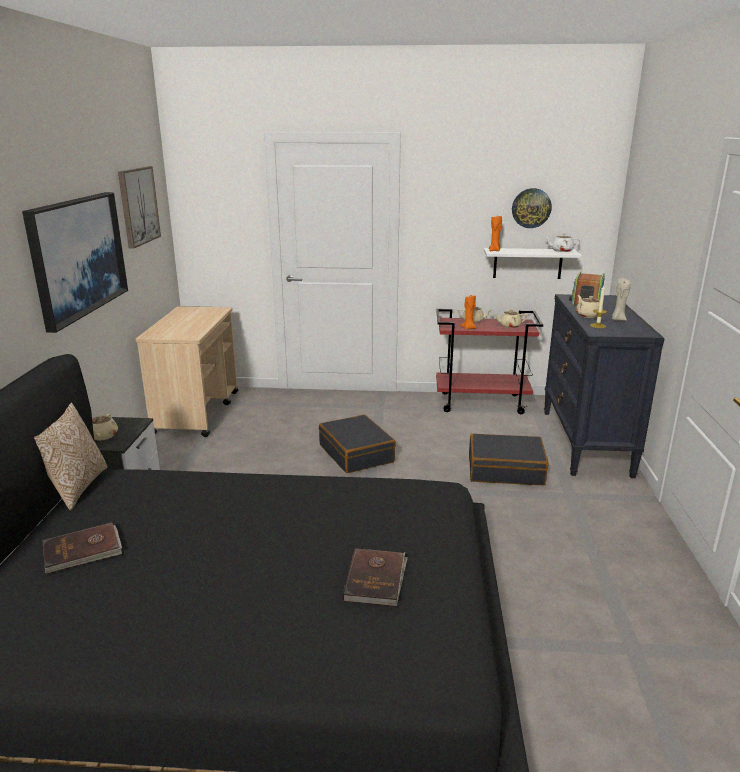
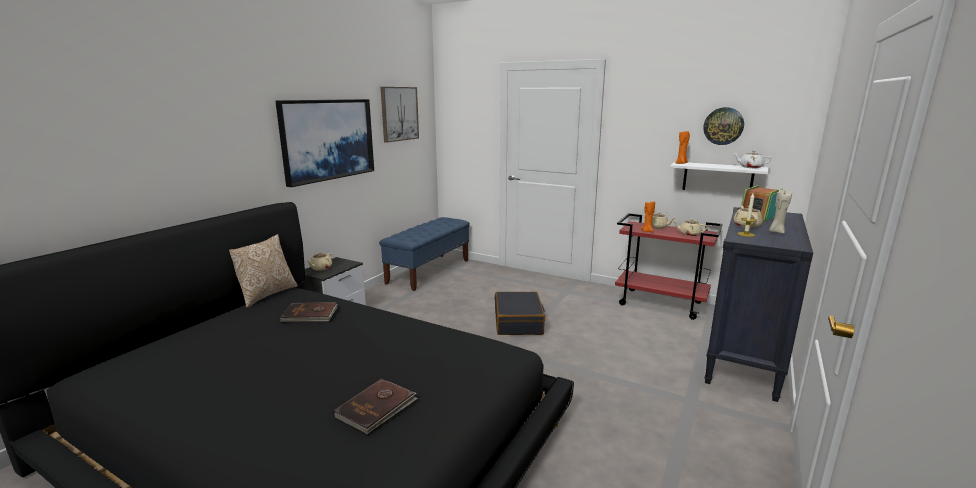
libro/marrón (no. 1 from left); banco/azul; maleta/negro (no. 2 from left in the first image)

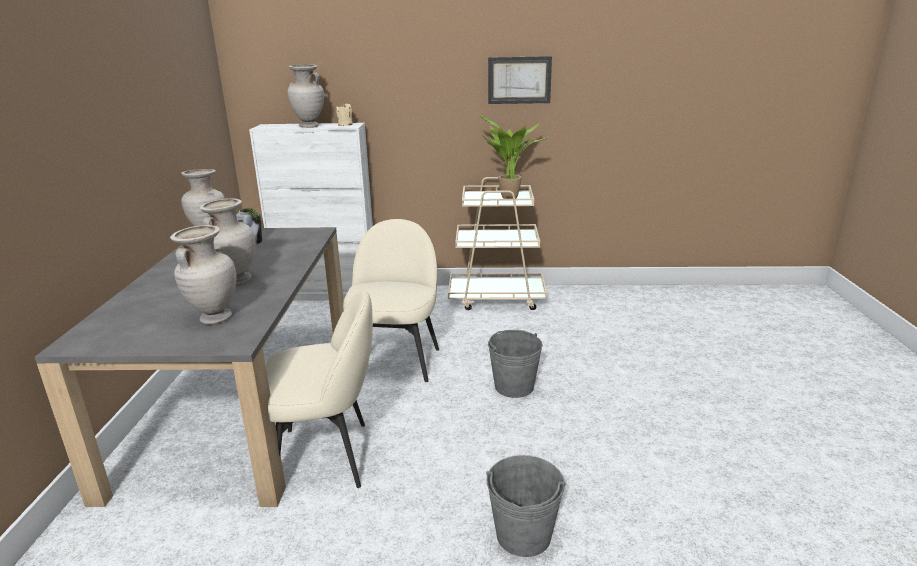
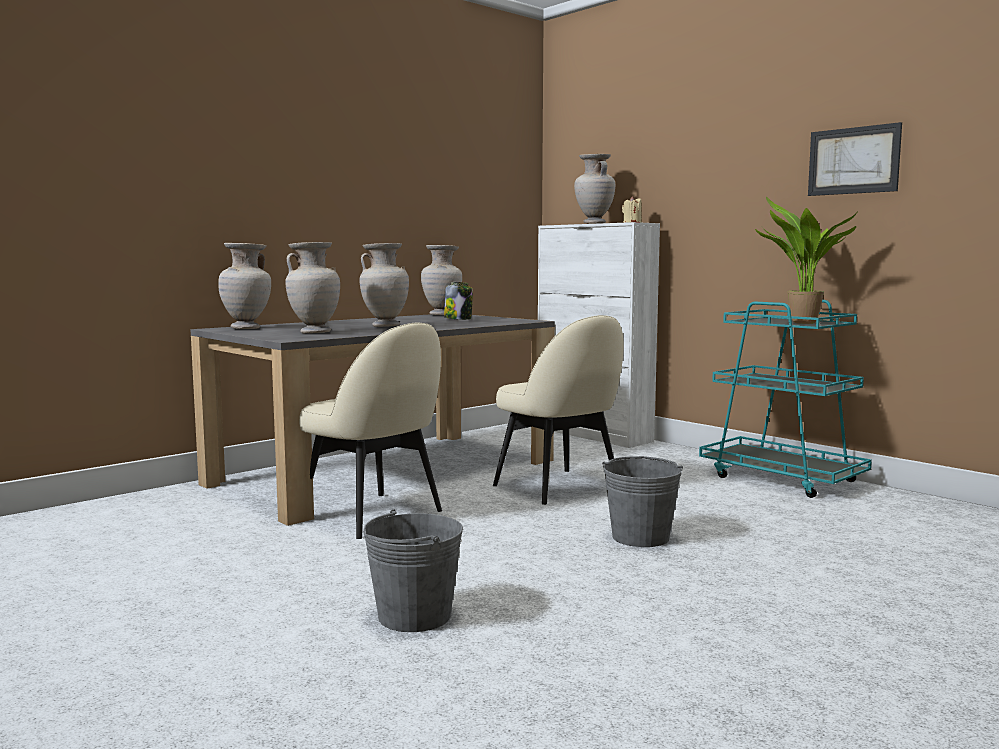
silla/beis (no. 2 from left); carrito/turquesa; florero/beis (no. 1 from left)

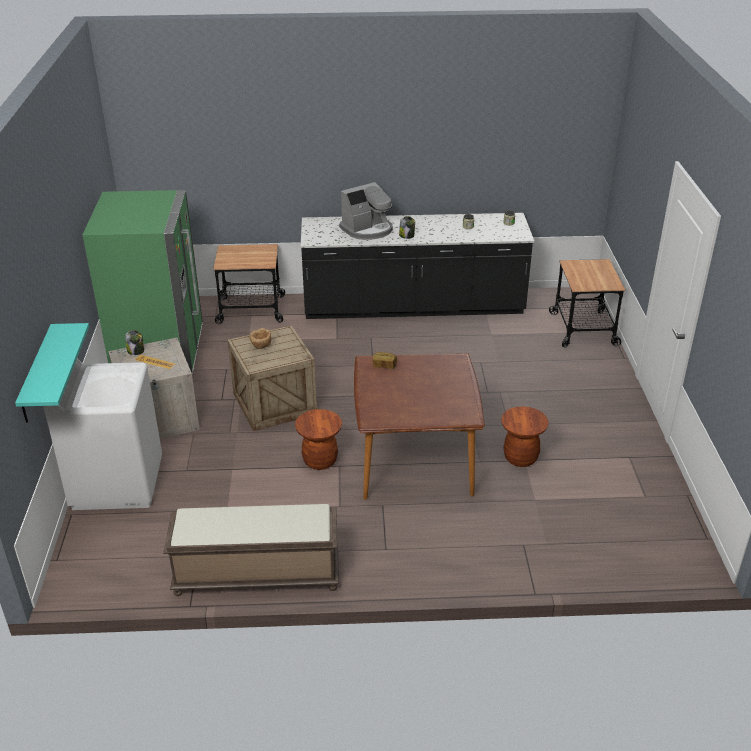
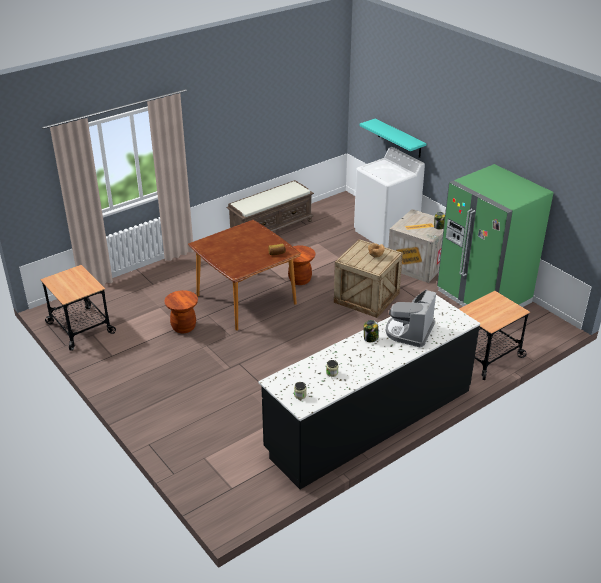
carrito (no. 1 from left)

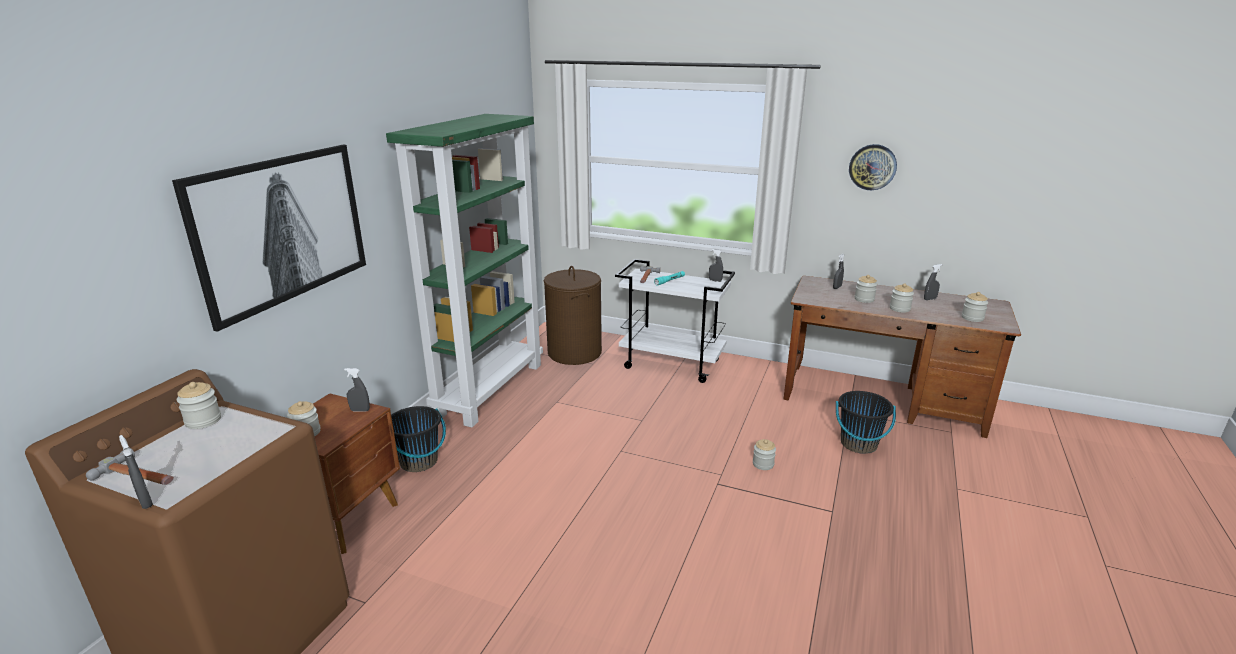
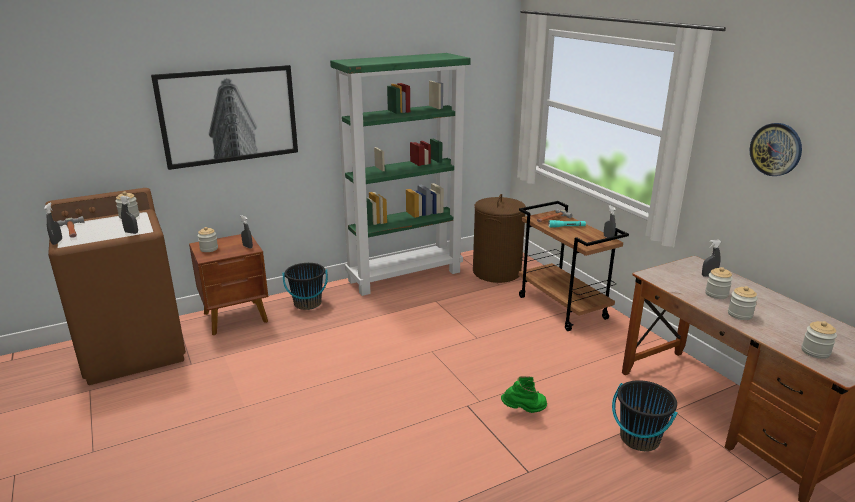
carrito/marrón; bota/verde; pulverizador/gris (no. 2 from left)

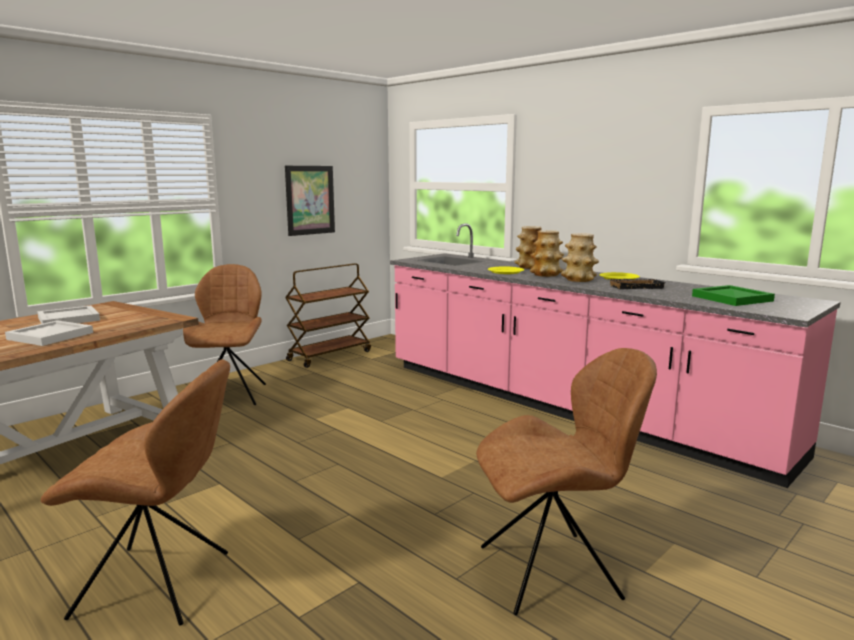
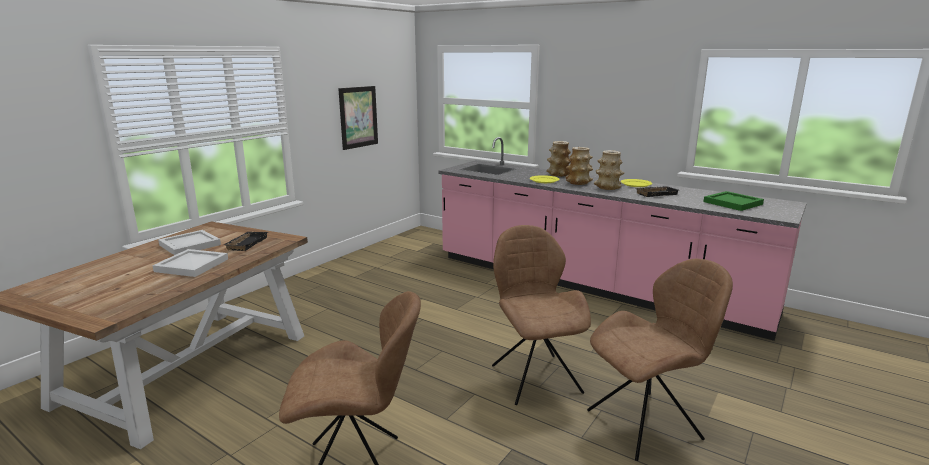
silla/marrón (no. 2 from left); carrito/marrón; bandeja/negro (no. 1 from left)

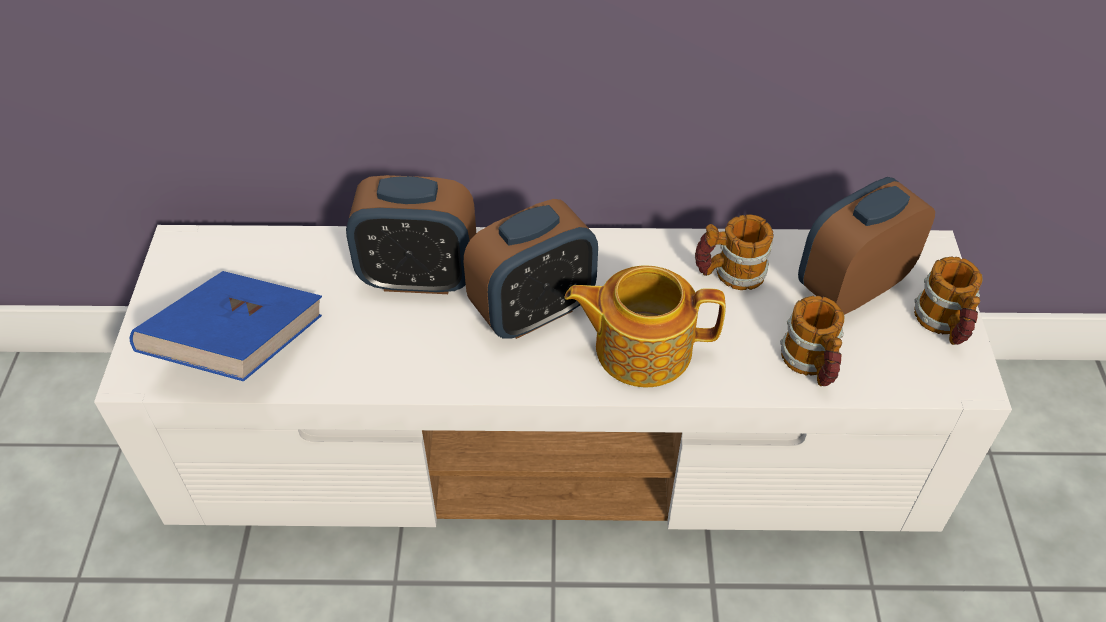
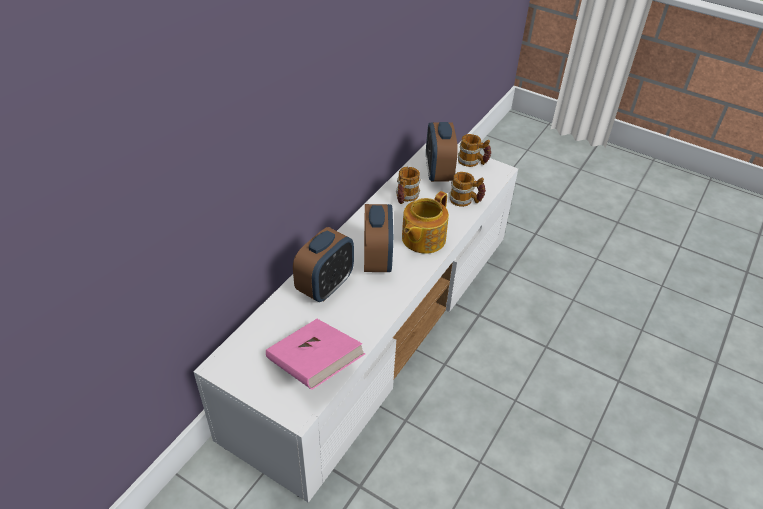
libro/rosa

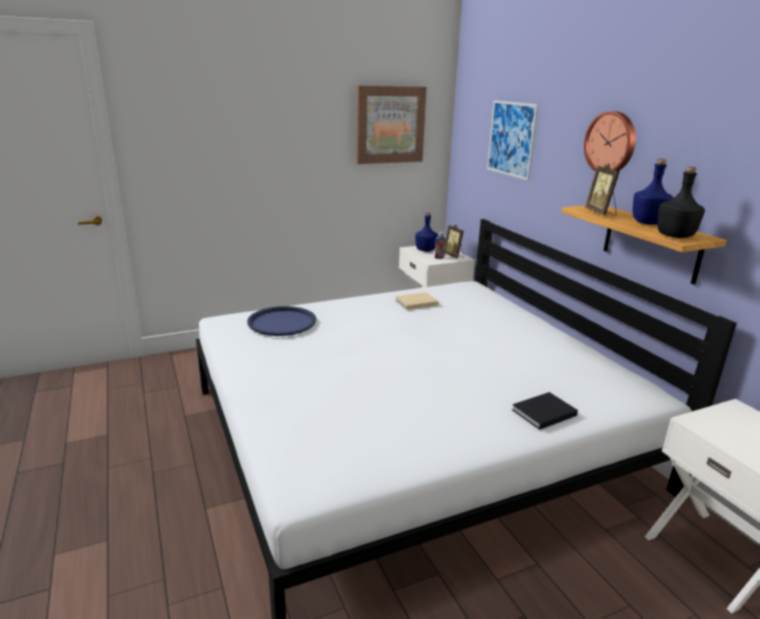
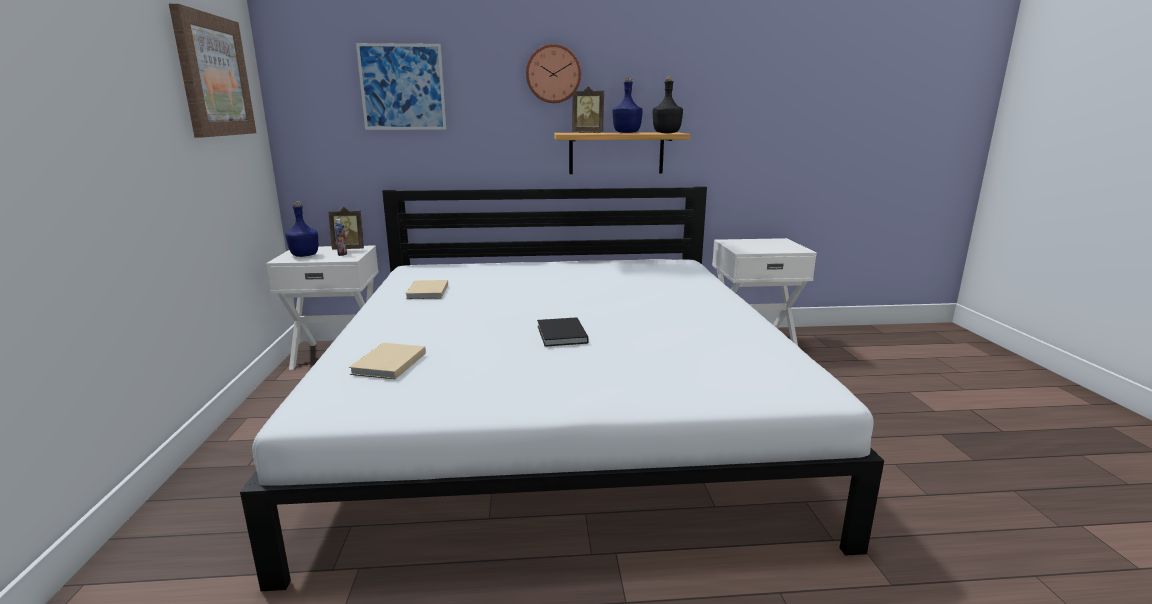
libro/beis (no. 1 from left); libro/negro

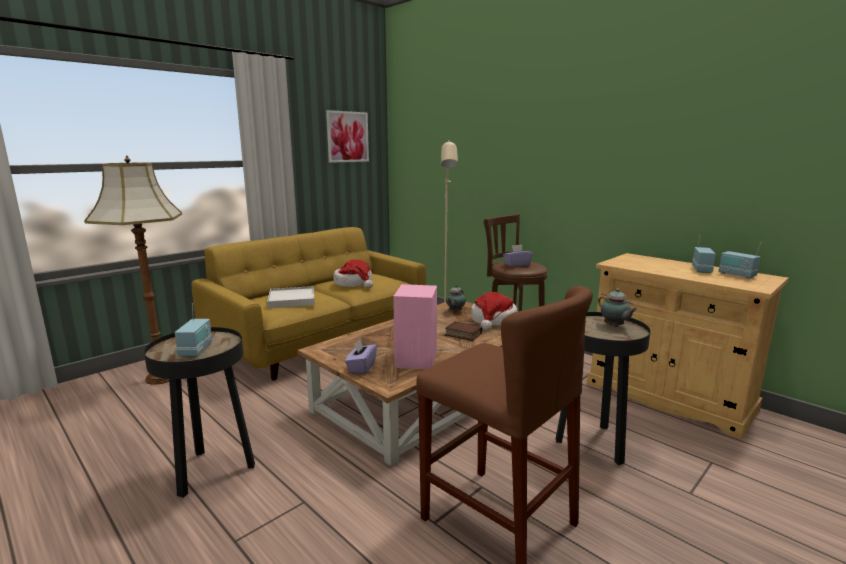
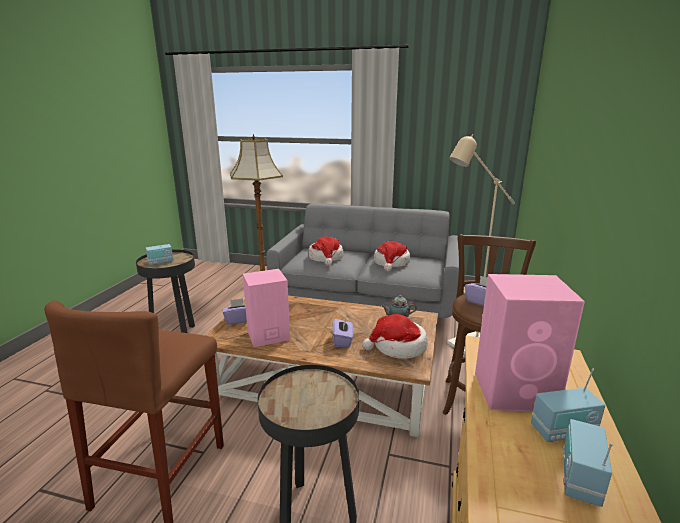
sofá/gris; sombrero (no. 1 from left); cuadro; caja de pañuelos/morado (no. 2 from left); tetera (no. 2 from left in the first image); altavoz/rosa (no. 2 from left)

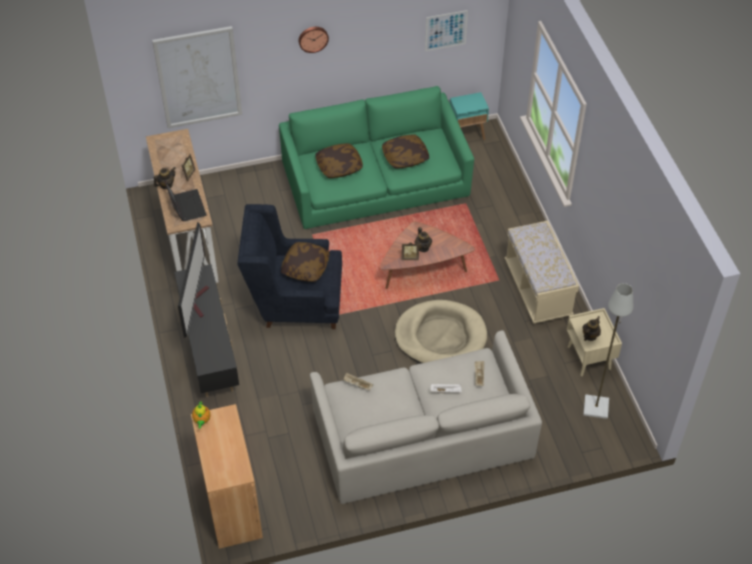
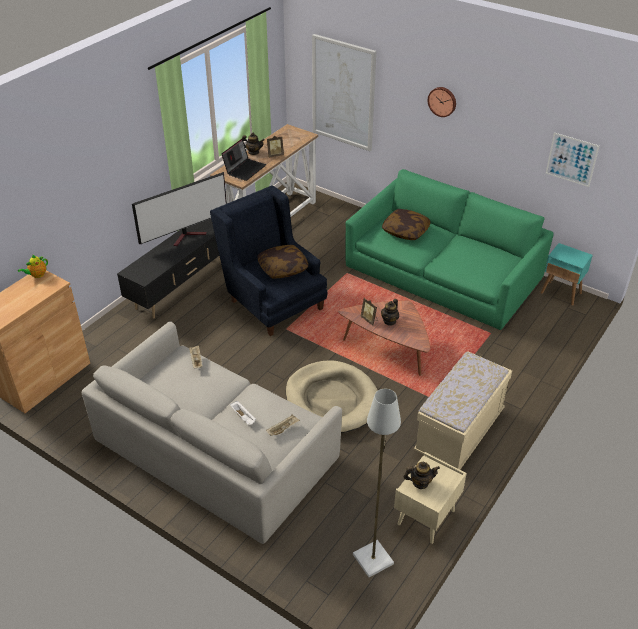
cojín (no. 3 from left in the first image)

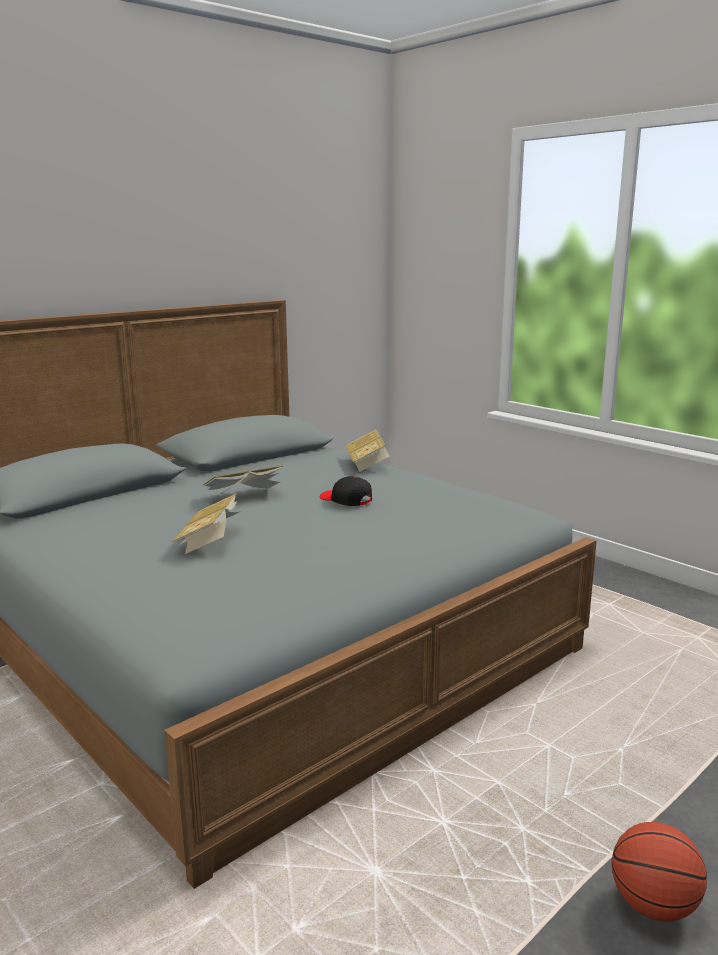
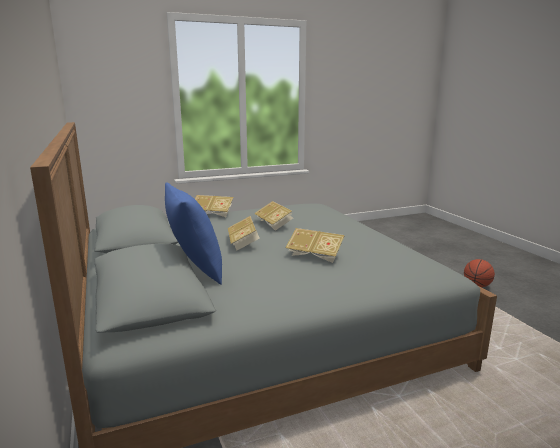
libro (no. 3 from left); cojín/azul

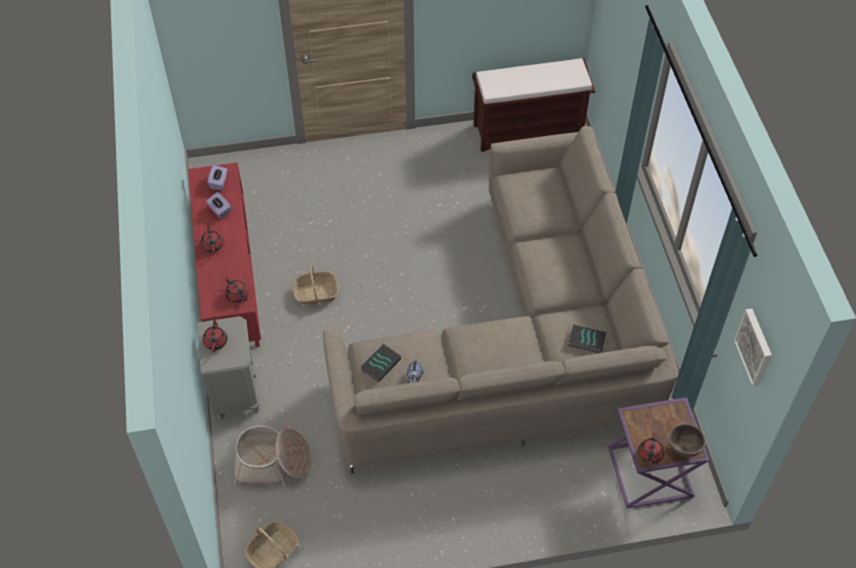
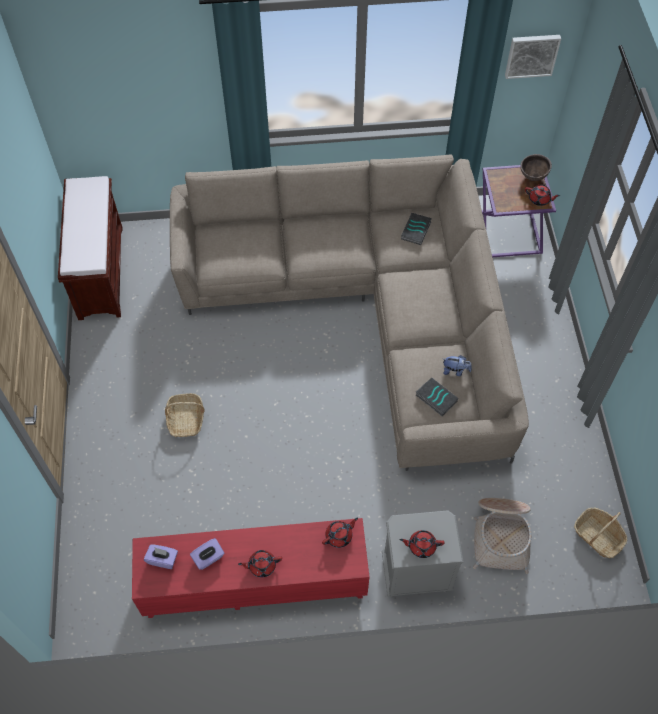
cesta (no. 1 from left)

